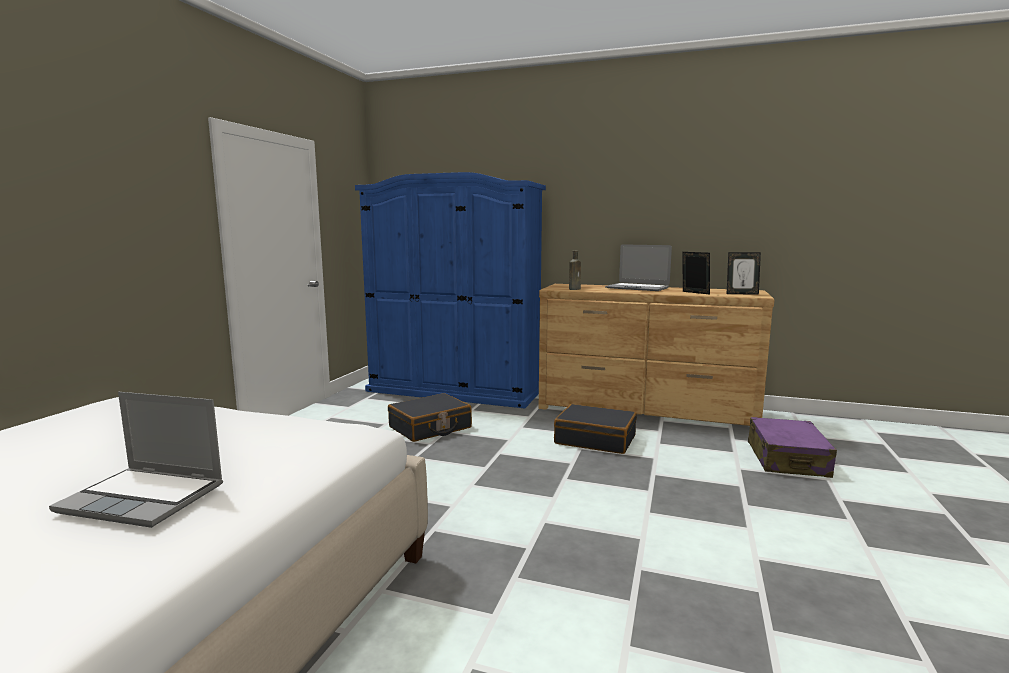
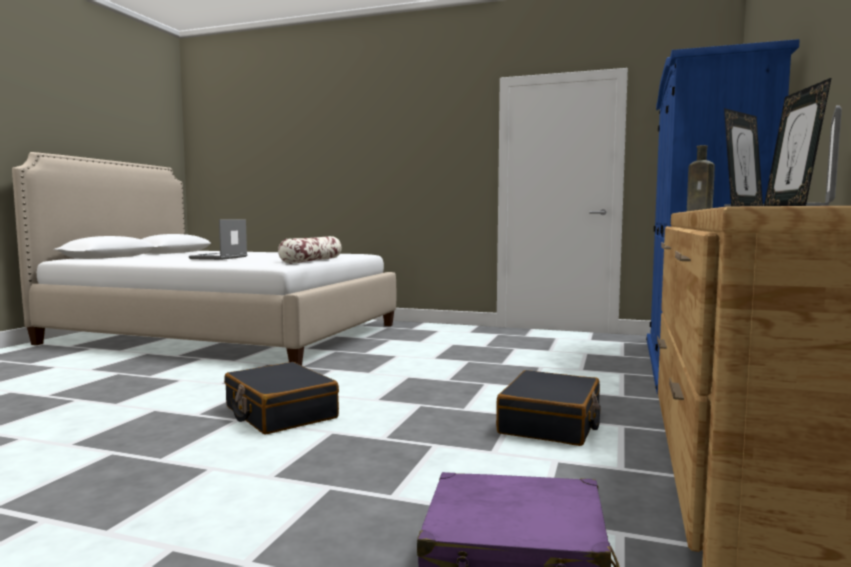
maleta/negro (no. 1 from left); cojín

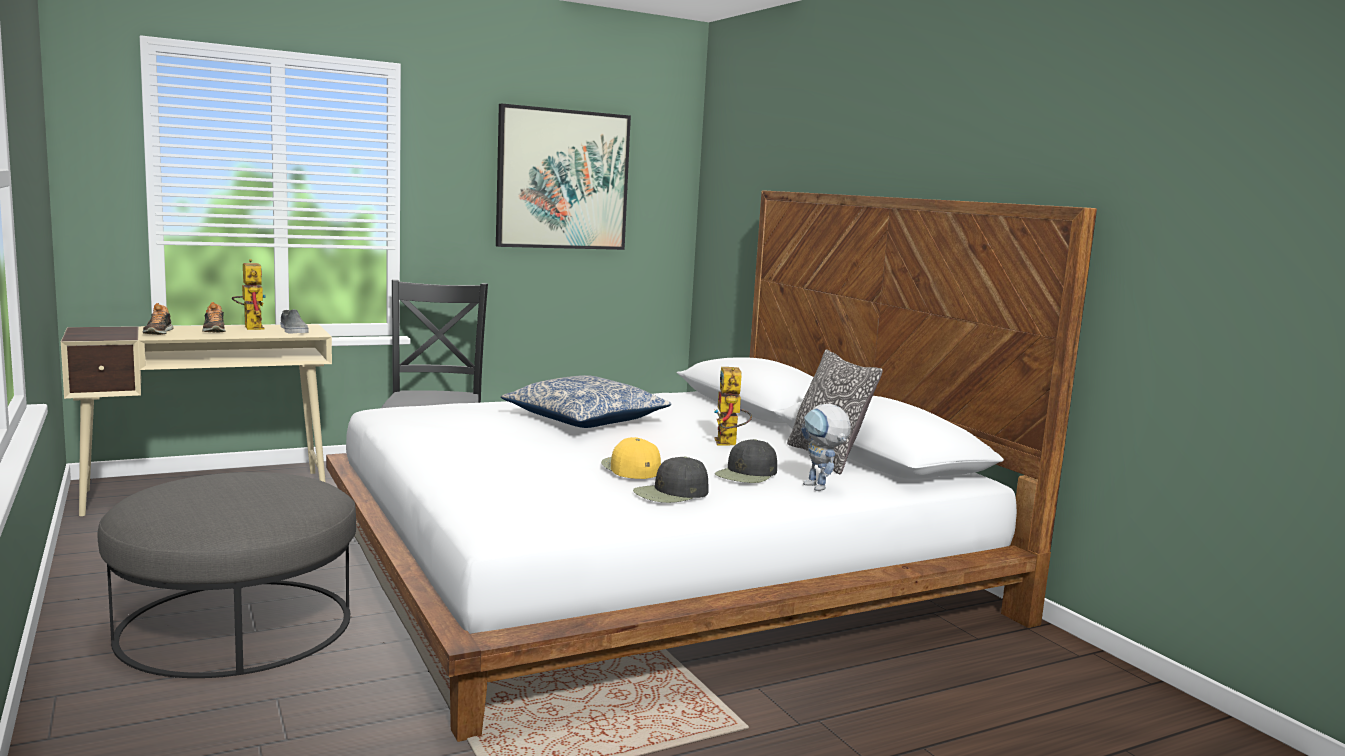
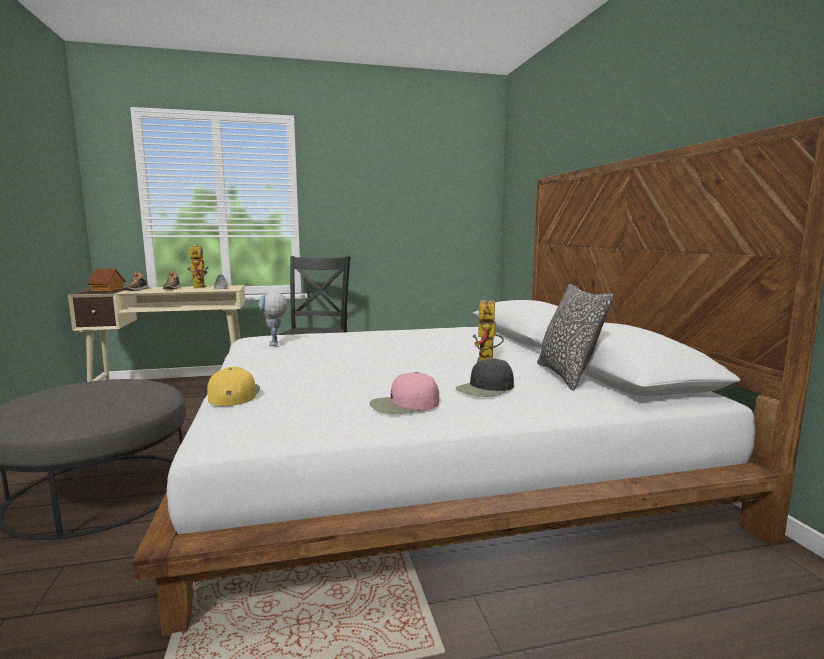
cuadro; cojín (no. 1 from left in the first image); gorra/amarillo; gorra/rosa; robot de juguete (no. 2 from left); casita

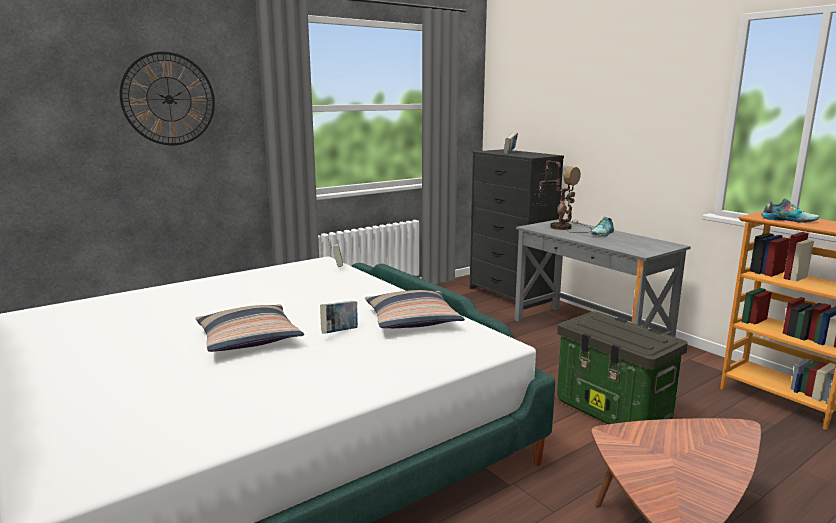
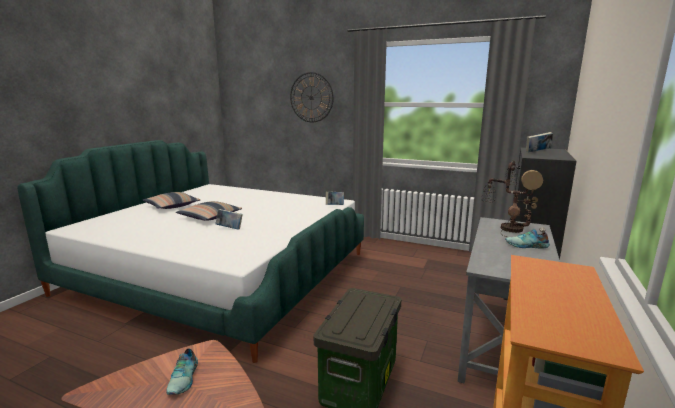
cojín (no. 1 from left); zapato (no. 1 from left)

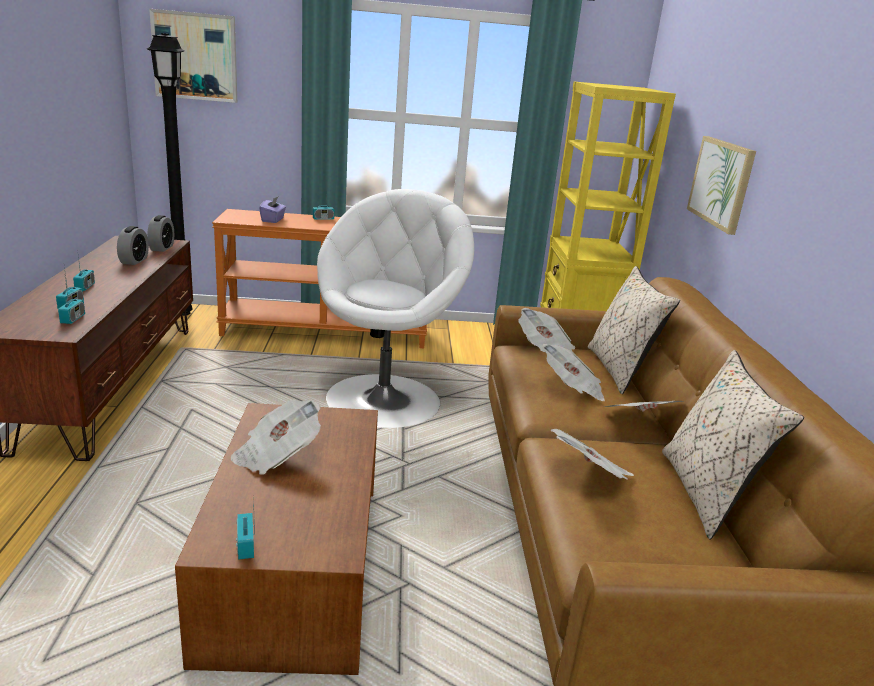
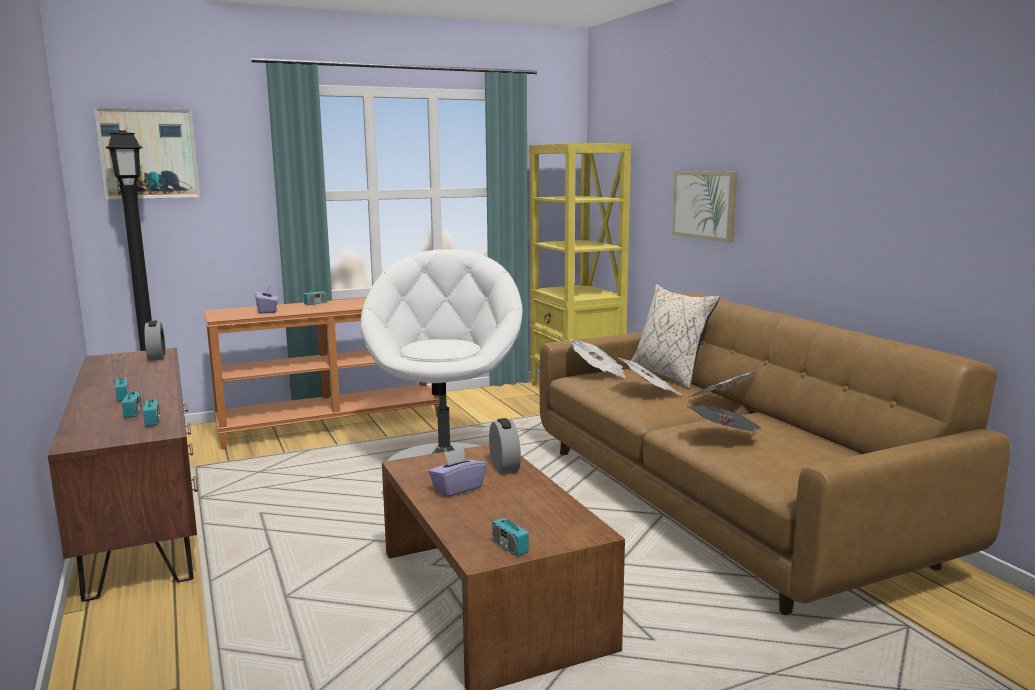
despertador (no. 2 from left); caja de pañuelos/morado (no. 2 from left); cojín/beis (no. 2 from left in the first image)

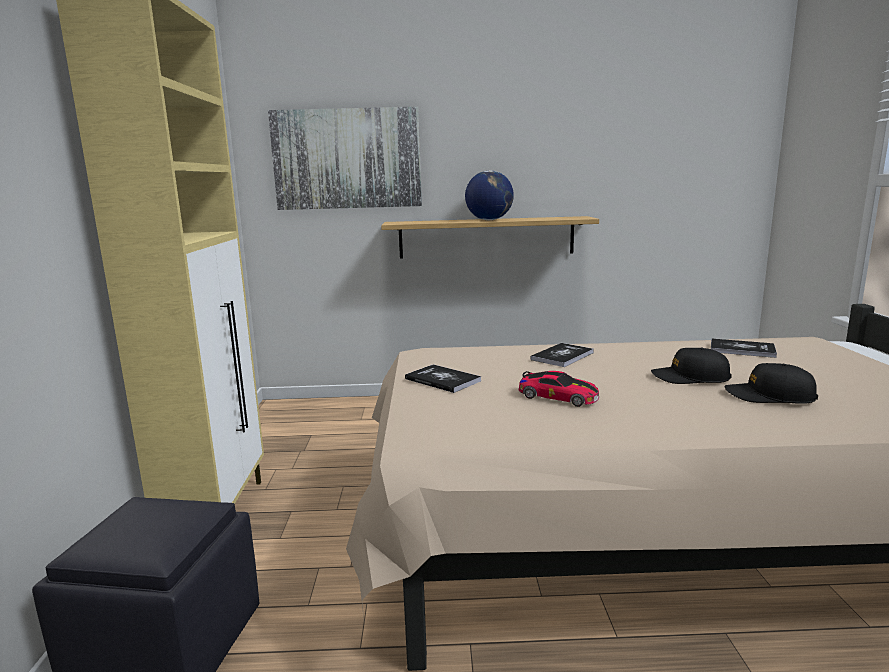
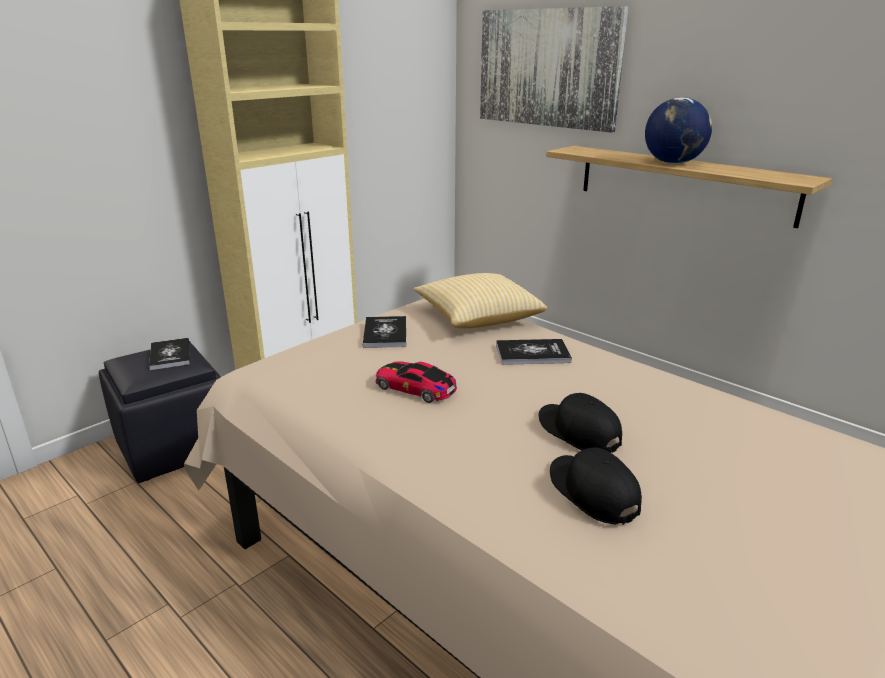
coche de juguete; libro (no. 1 from left); cojín

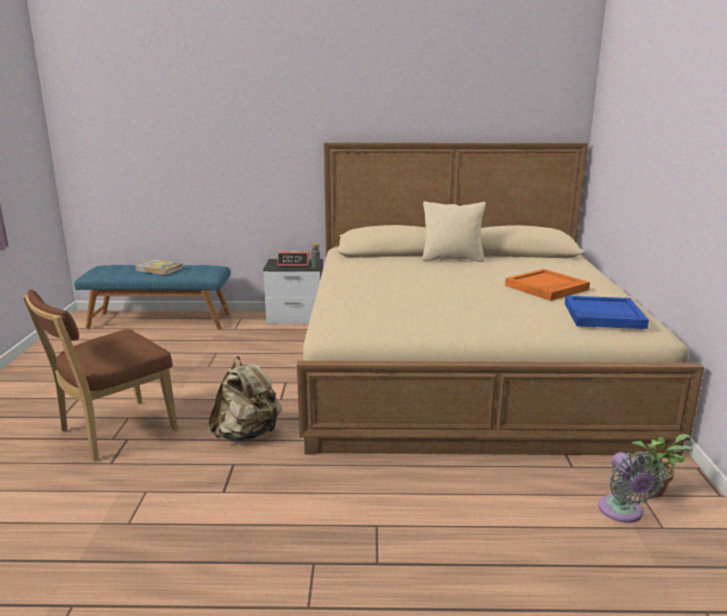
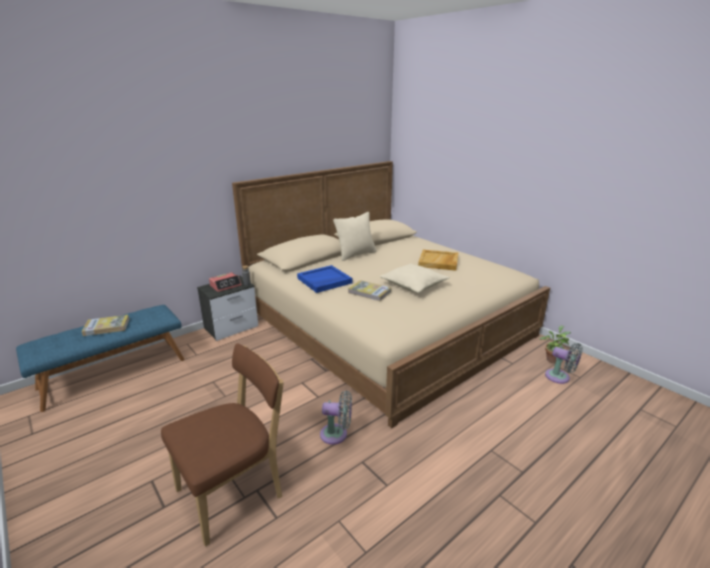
silla/marrón; ventilador/gris (no. 1 from left); bandeja/beis; bandeja/azul; libro (no. 2 from left); cojín/beis (no. 2 from left)

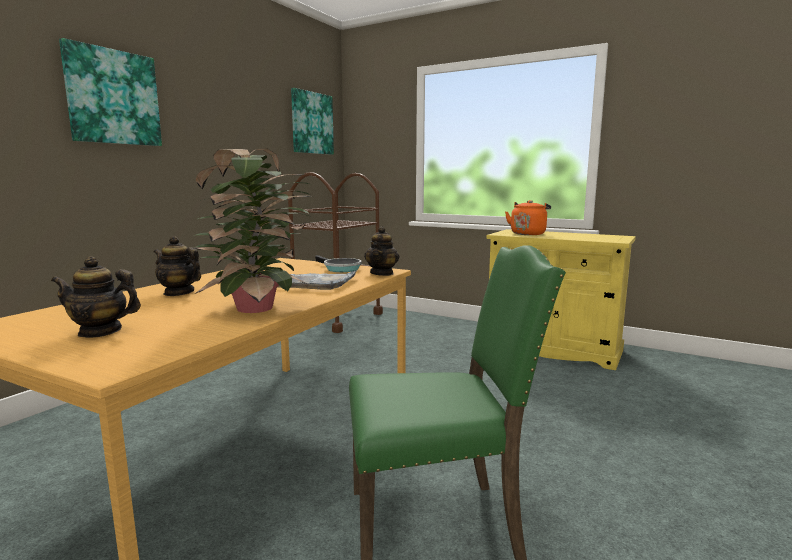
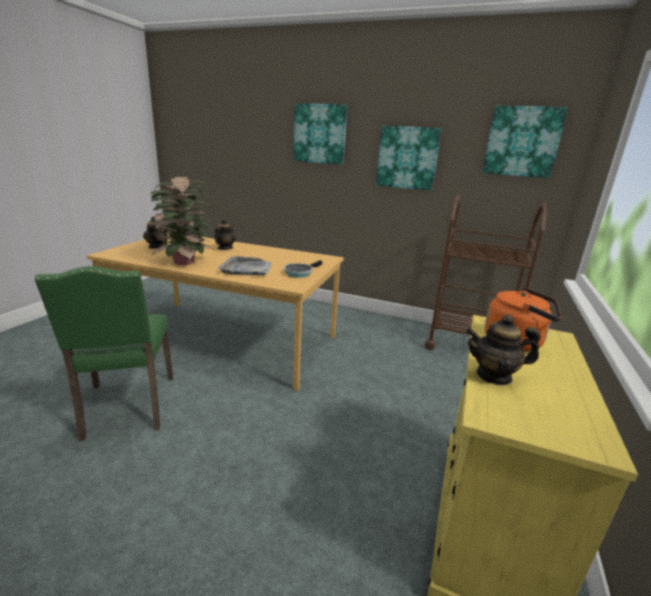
tetera (no. 3 from left); cuadro (no. 2 from left)

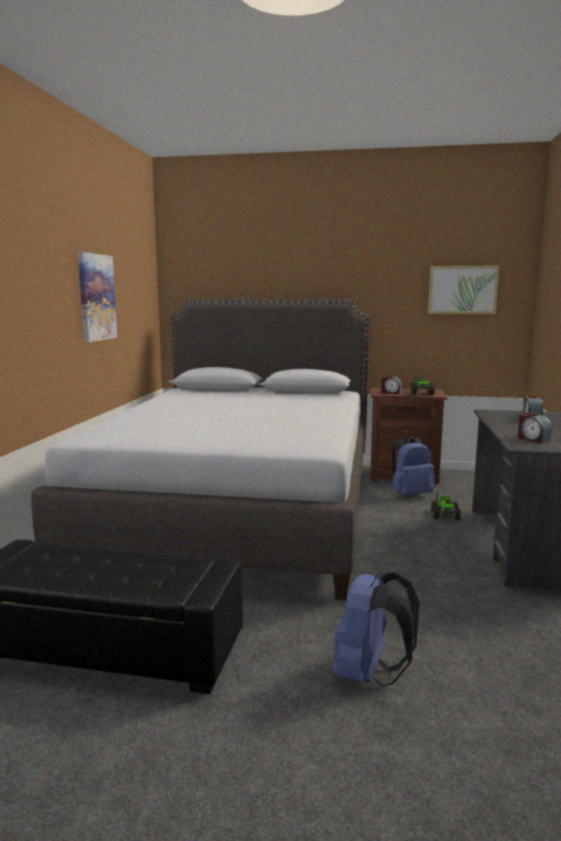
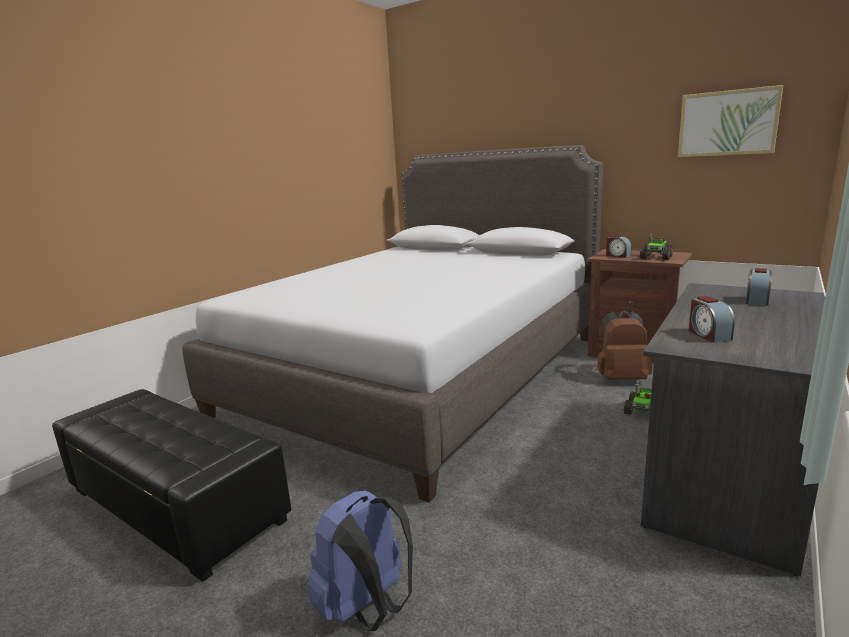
cuadro (no. 1 from left in the first image); mochila/marrón

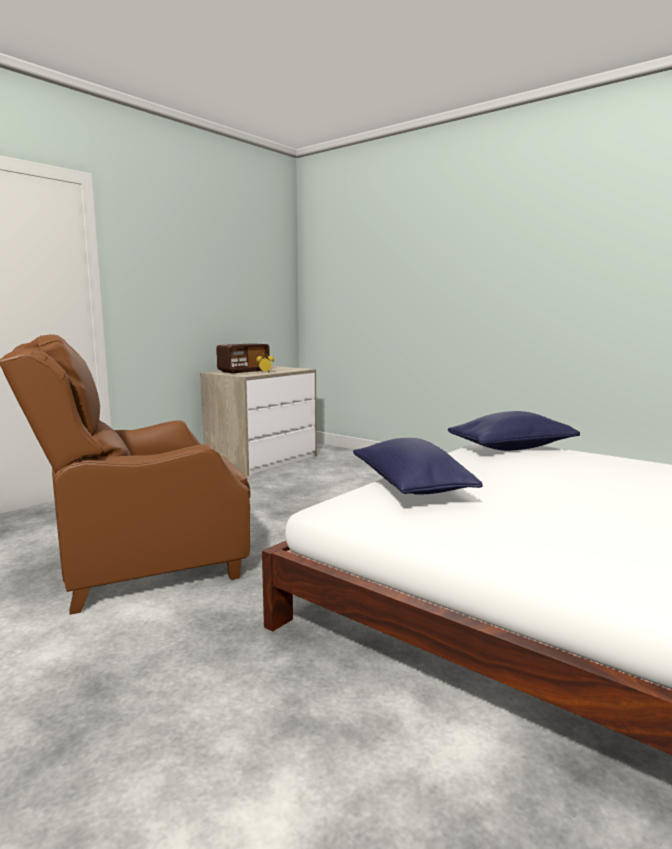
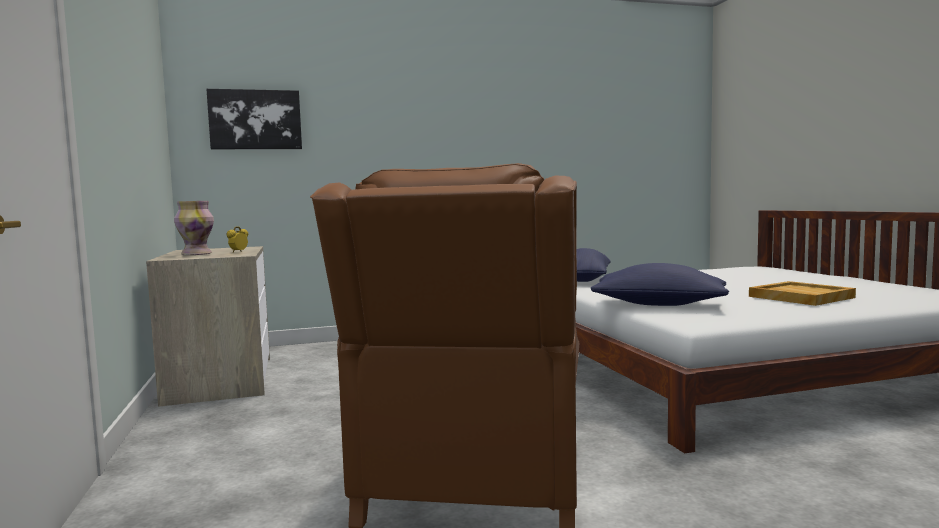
florero; cuadro; bandeja/beis

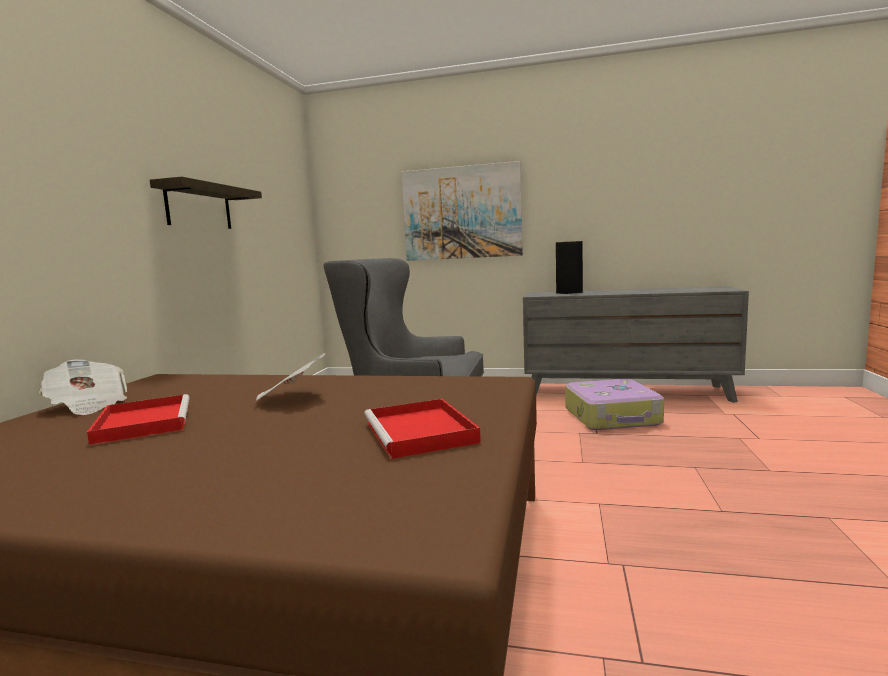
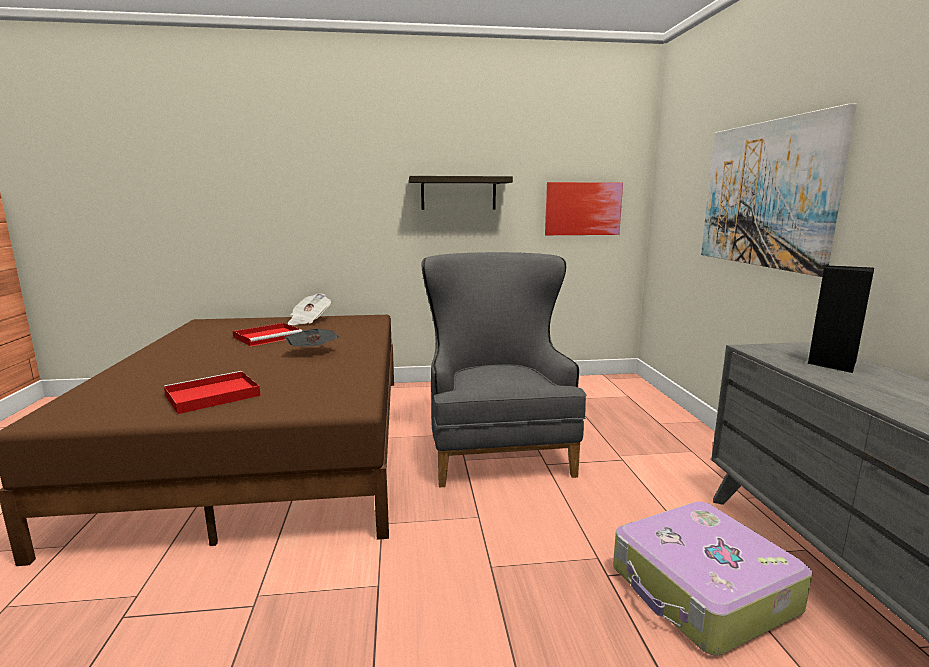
cuadro (no. 1 from left)

